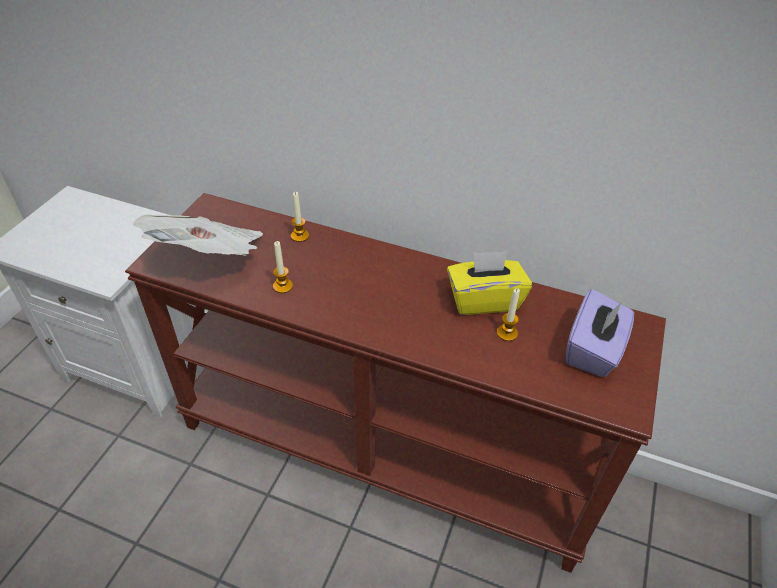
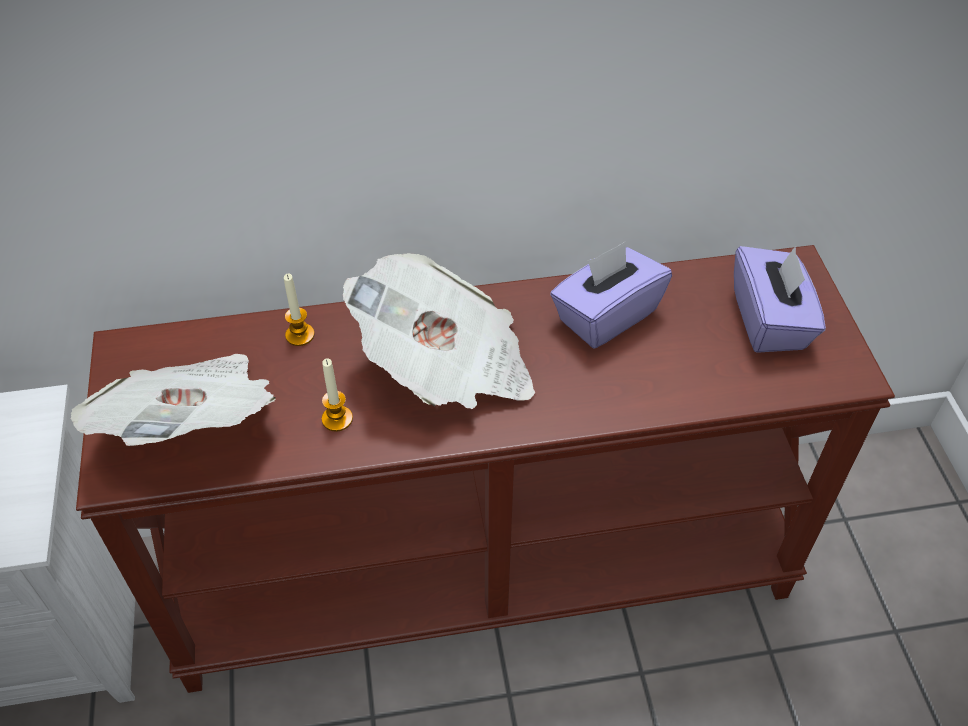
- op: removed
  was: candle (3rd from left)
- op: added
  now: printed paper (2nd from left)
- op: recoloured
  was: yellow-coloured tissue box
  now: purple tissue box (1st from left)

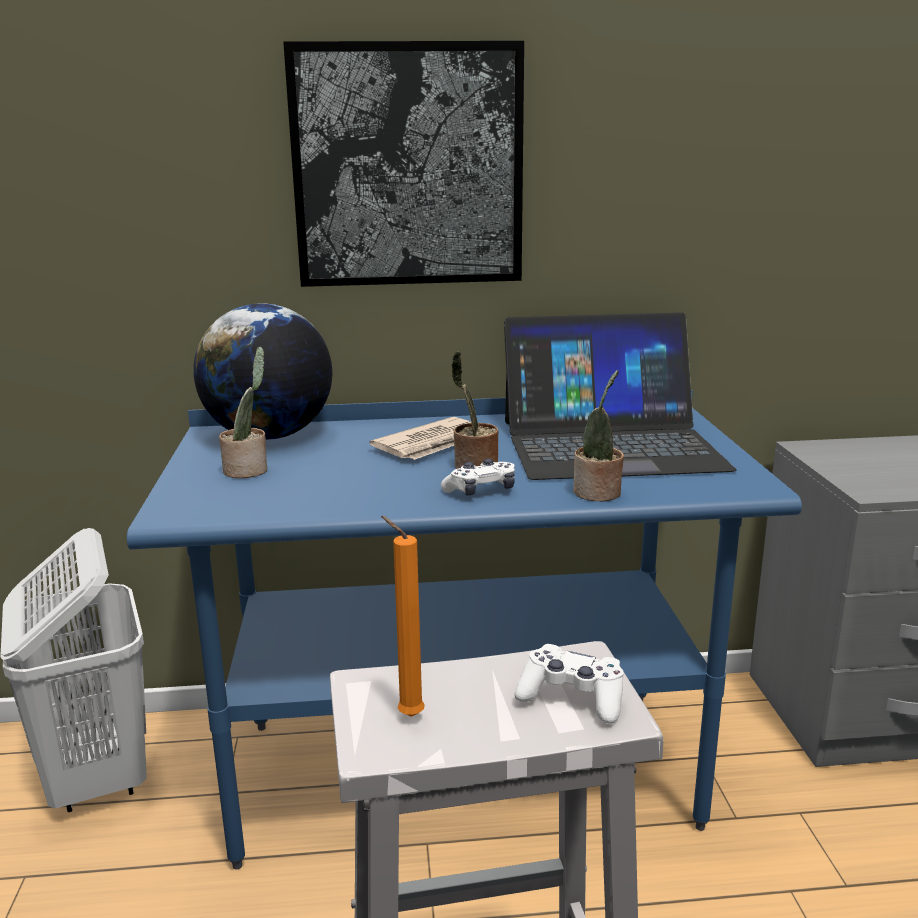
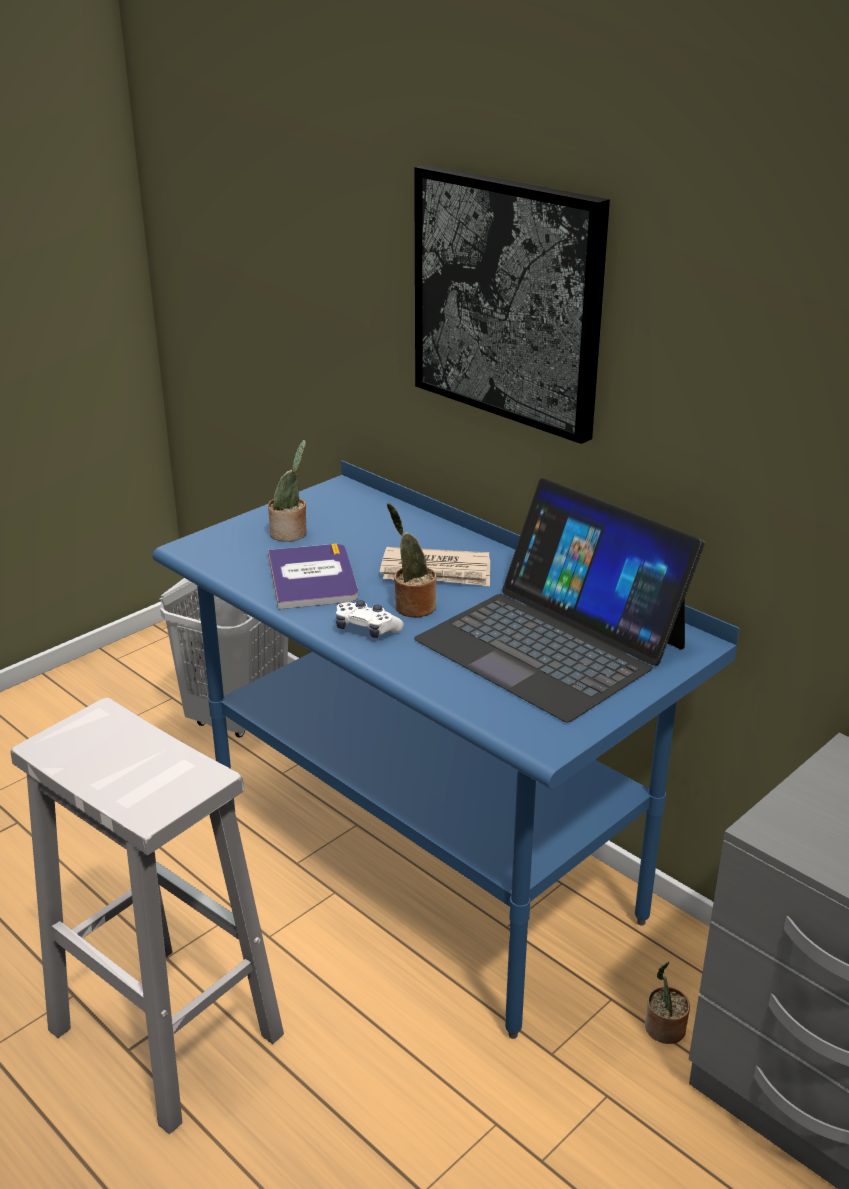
- op: removed
  was: desk globe
- op: removed
  was: orangey candle
- op: removed
  was: white-coloured gamepad (2nd from left)
- op: added
  now: book
- op: moved
  was: houseplant (3rd from left)

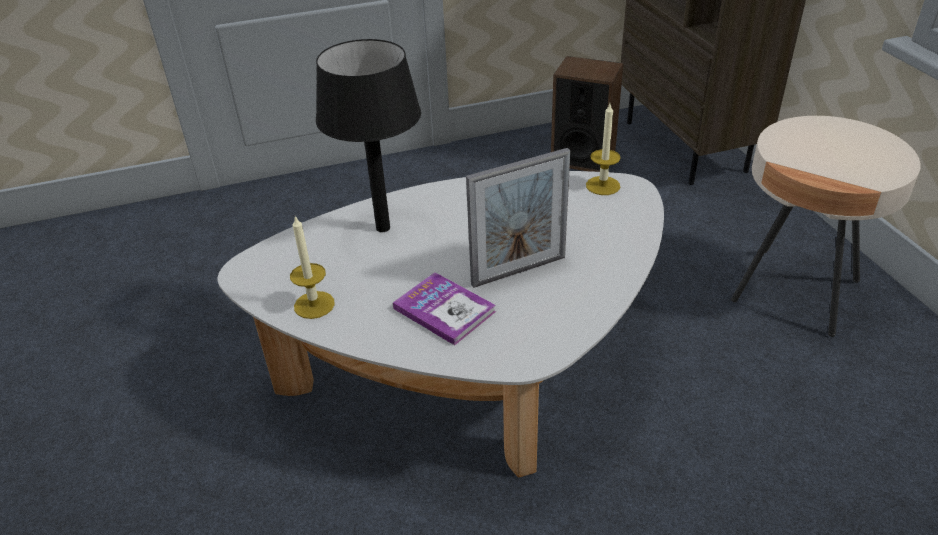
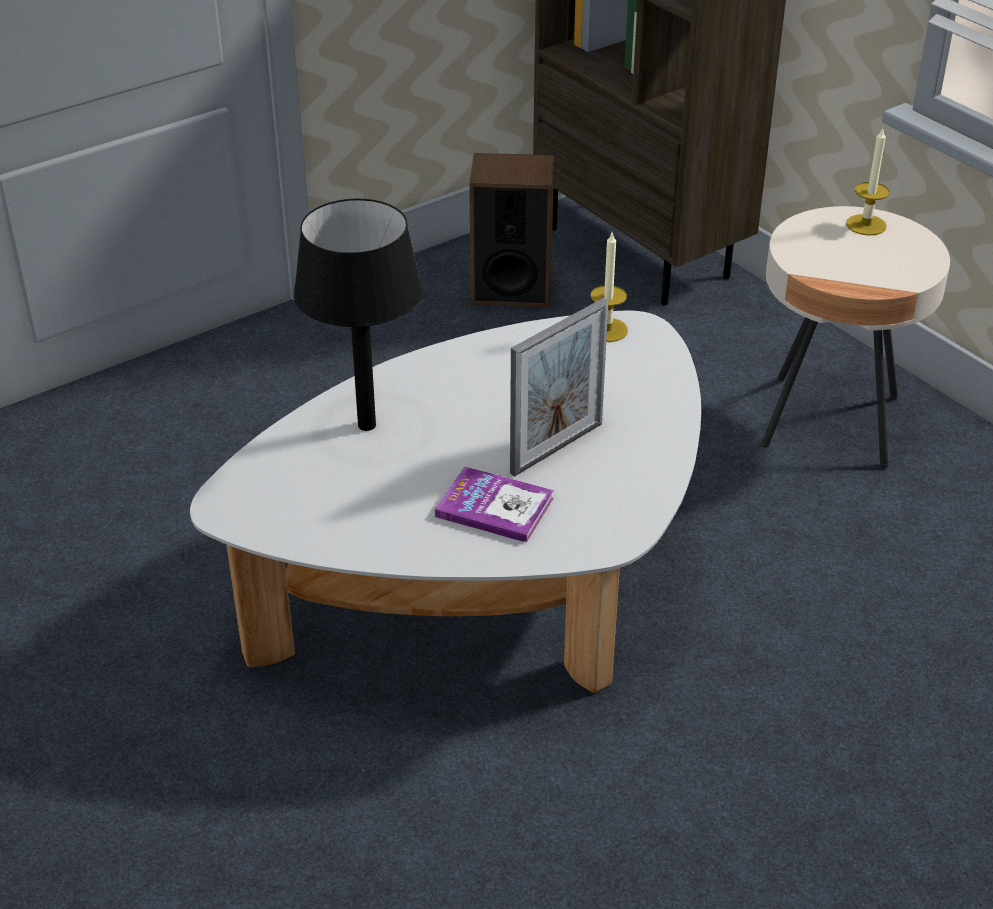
- op: moved
  was: candle (1st from left in the first image)
  now: candle (2nd from left)

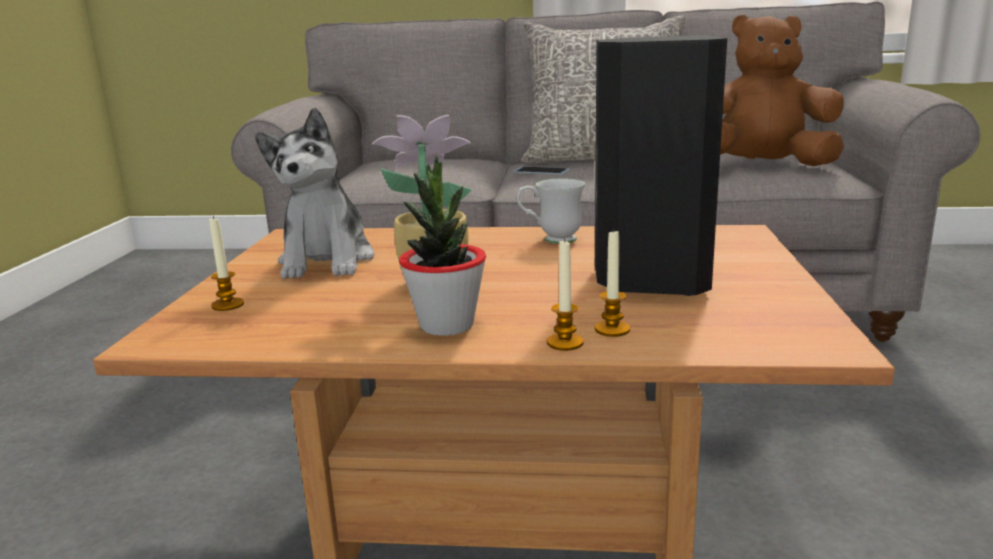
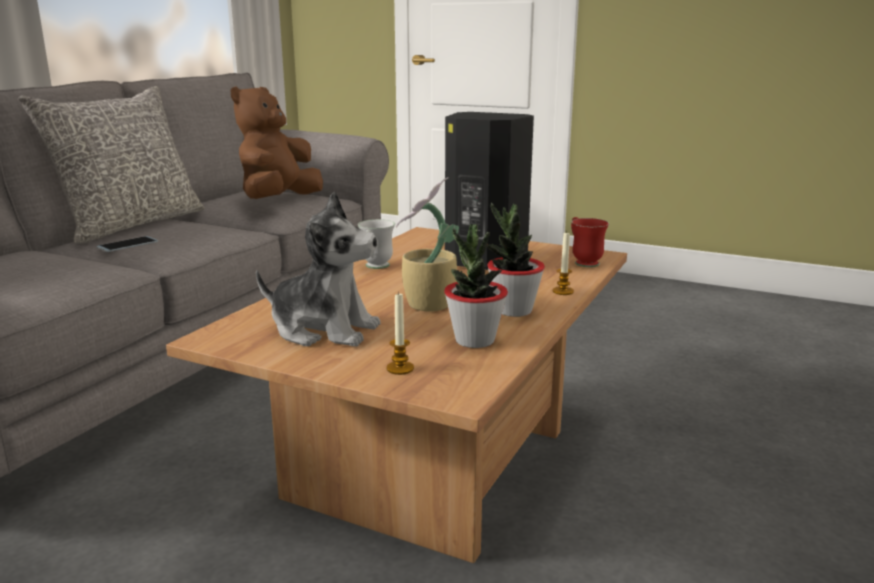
- op: removed
  was: candle (3rd from left)
- op: added
  now: houseplant (2nd from left)
- op: added
  now: red coffee mug

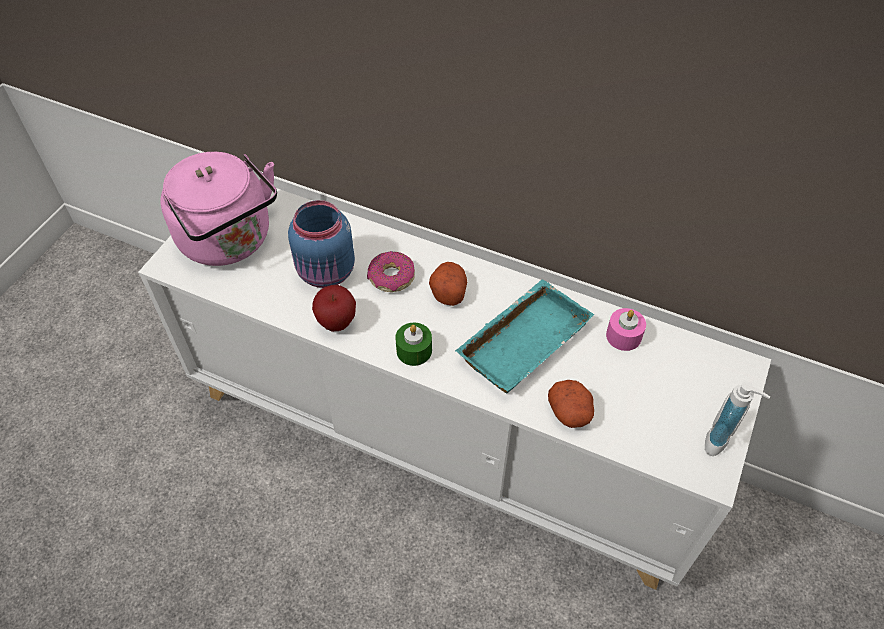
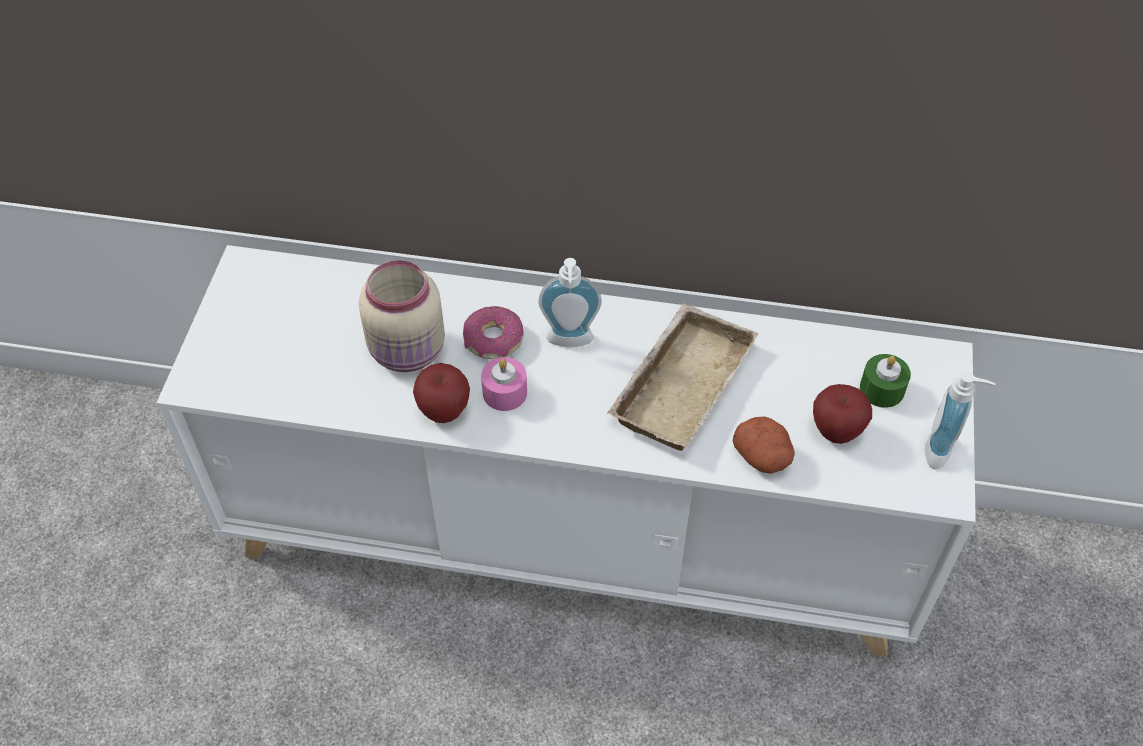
- op: removed
  was: pinkish water kettle
- op: added
  now: apple fruit (2nd from left)
- op: moved
  was: green-coloured candle
- op: moved
  was: pinkish candle
- op: replaced
  was: spud (1st from left)
  now: soap bottle (1st from left)
- op: recoloured
  was: blue-coloured jar
  now: beige-coloured jar
- op: recoloured
  was: blue-green serving tray
  now: beige-coloured serving tray

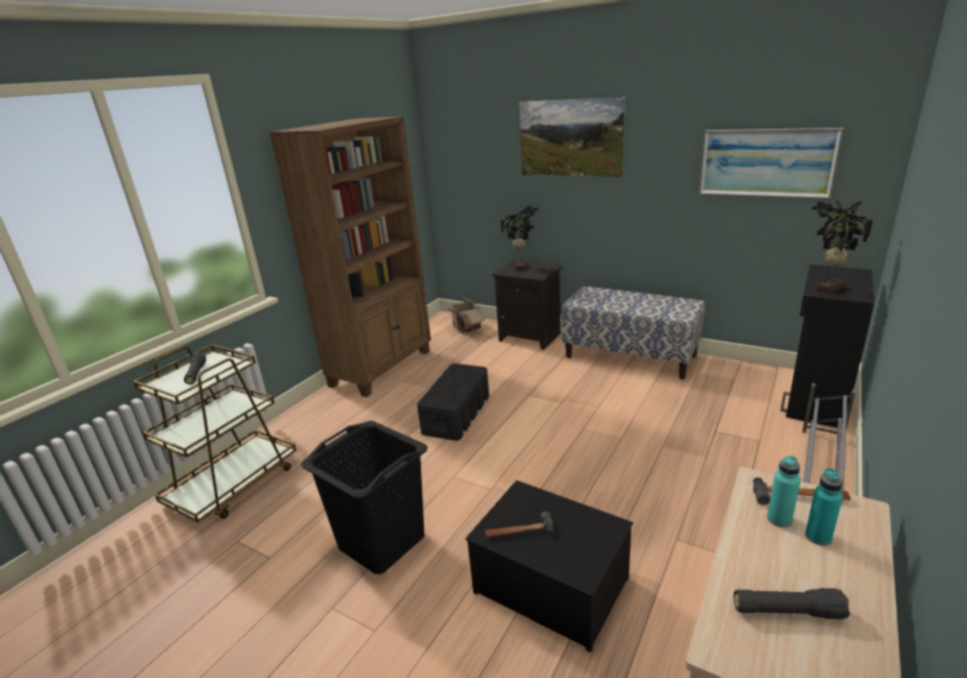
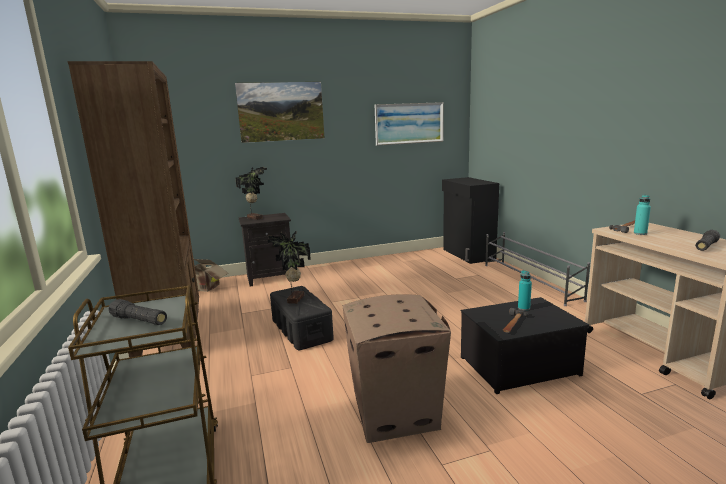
- op: removed
  was: indoor bench
- op: moved
  was: blue-green bottle (2nd from left in the first image)
  now: blue-green bottle (1st from left)
- op: moved
  was: houseplant (2nd from left)
- op: replaced
  was: blackish laundry basket
  now: cardboard box (2nd from left)

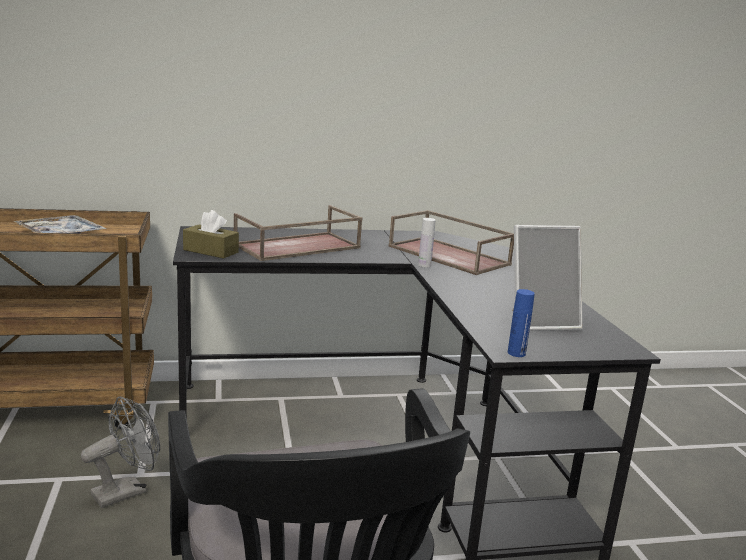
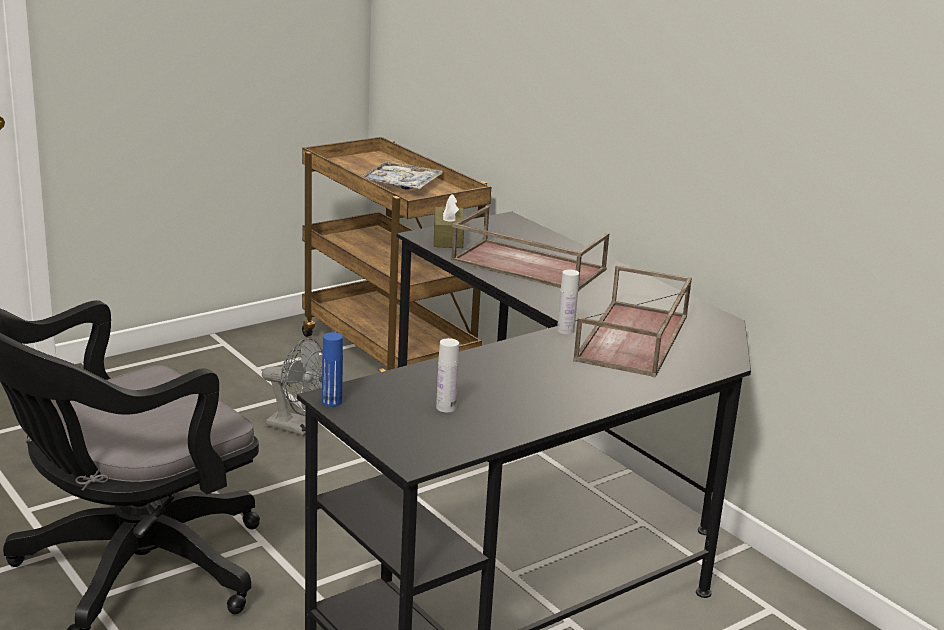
- op: replaced
  was: picture frame
  now: white-coloured bottle (1st from left)

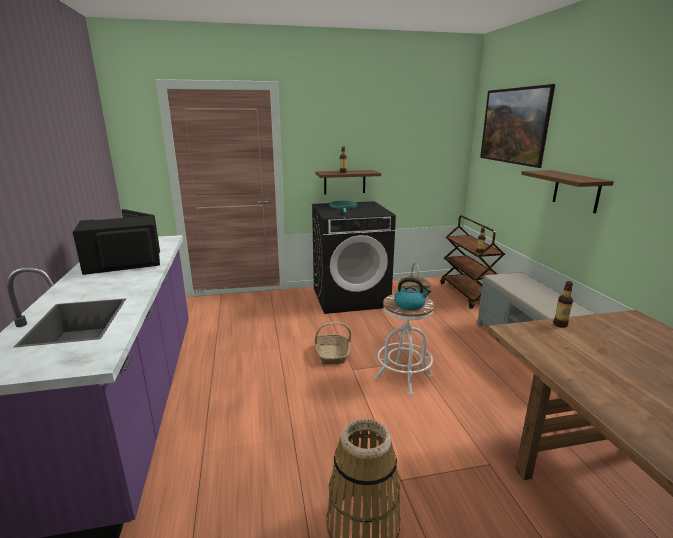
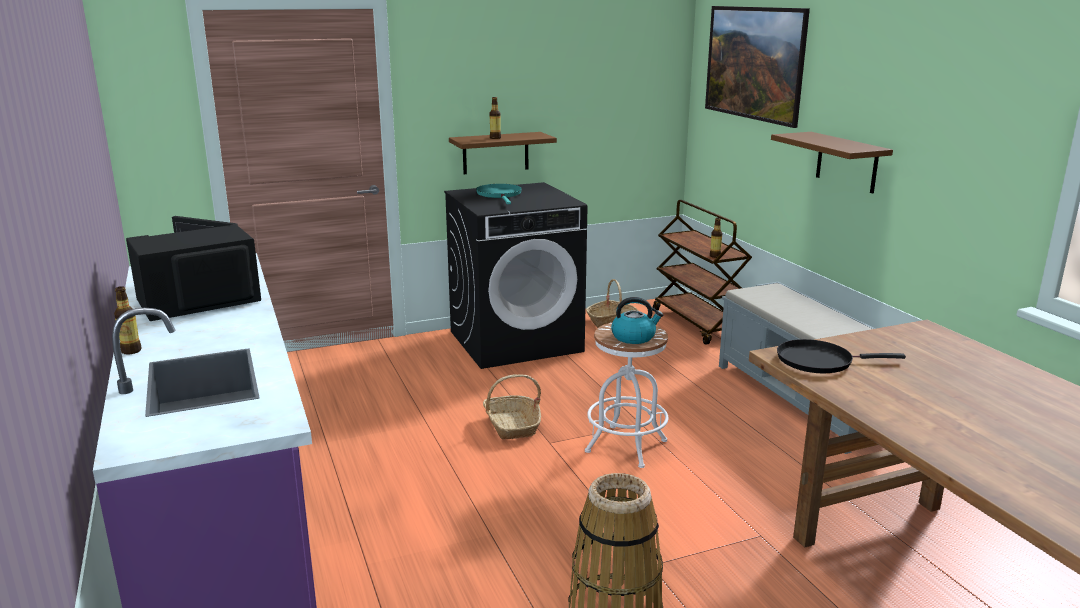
- op: added
  now: blackish pan
- op: moved
  was: bottle (3rd from left in the first image)
  now: bottle (1st from left)

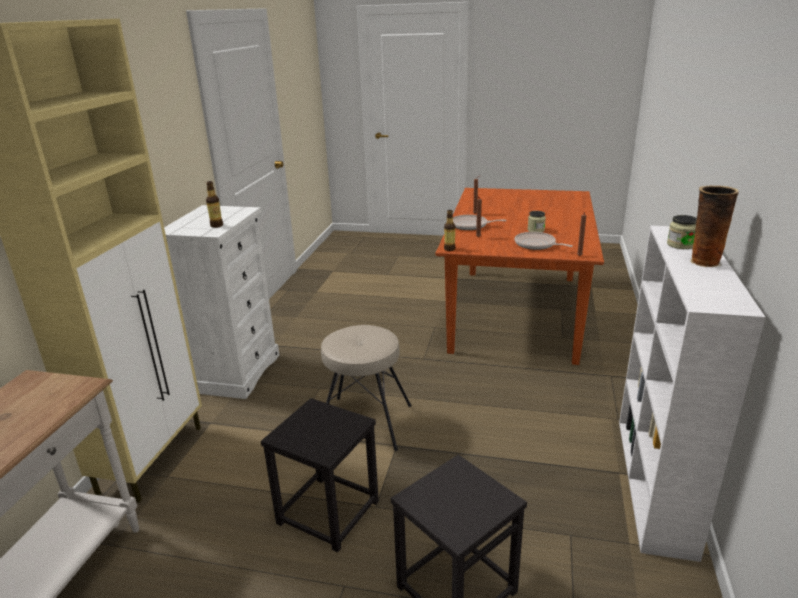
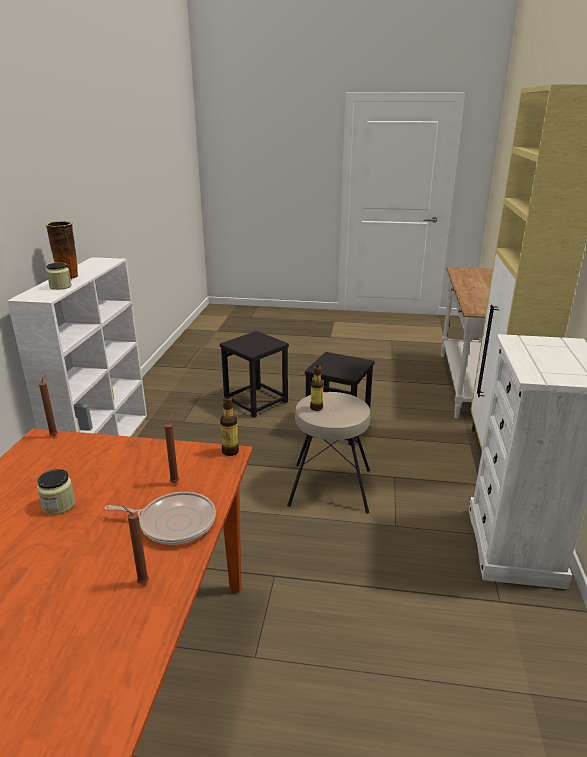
- op: removed
  was: pan (2nd from left)
- op: moved
  was: bottle (1st from left in the first image)
  now: bottle (2nd from left)

